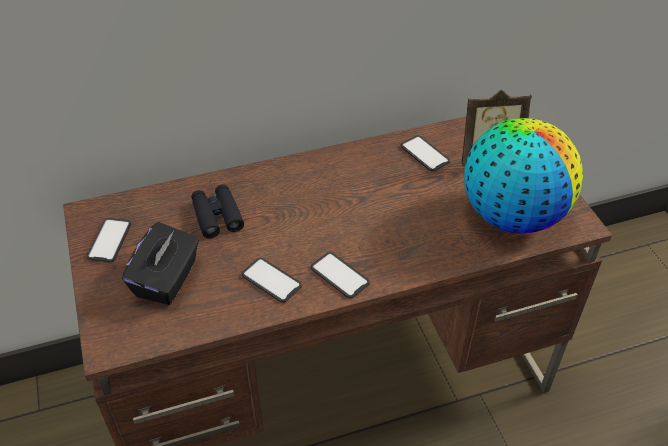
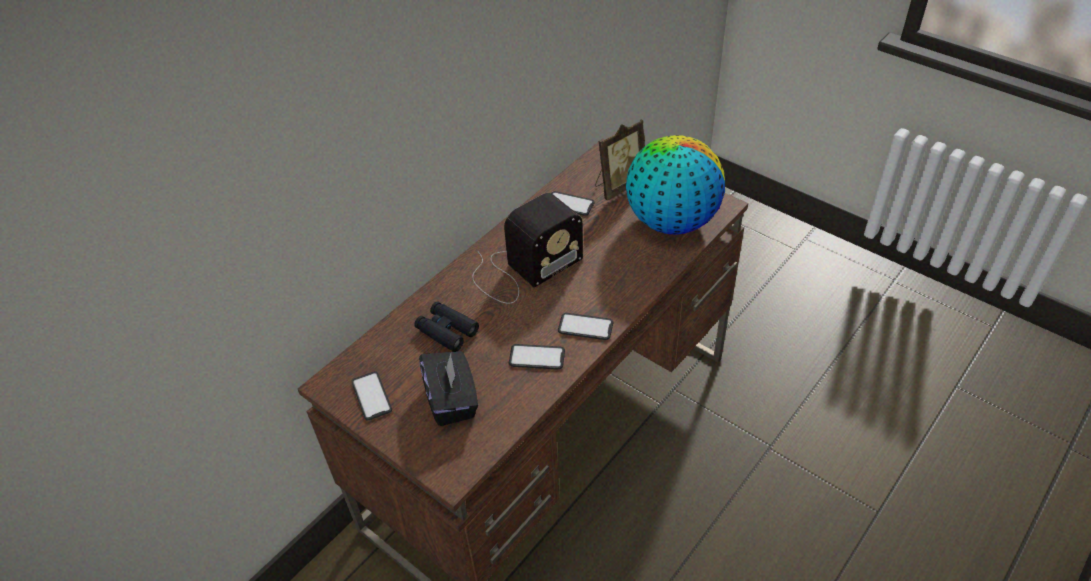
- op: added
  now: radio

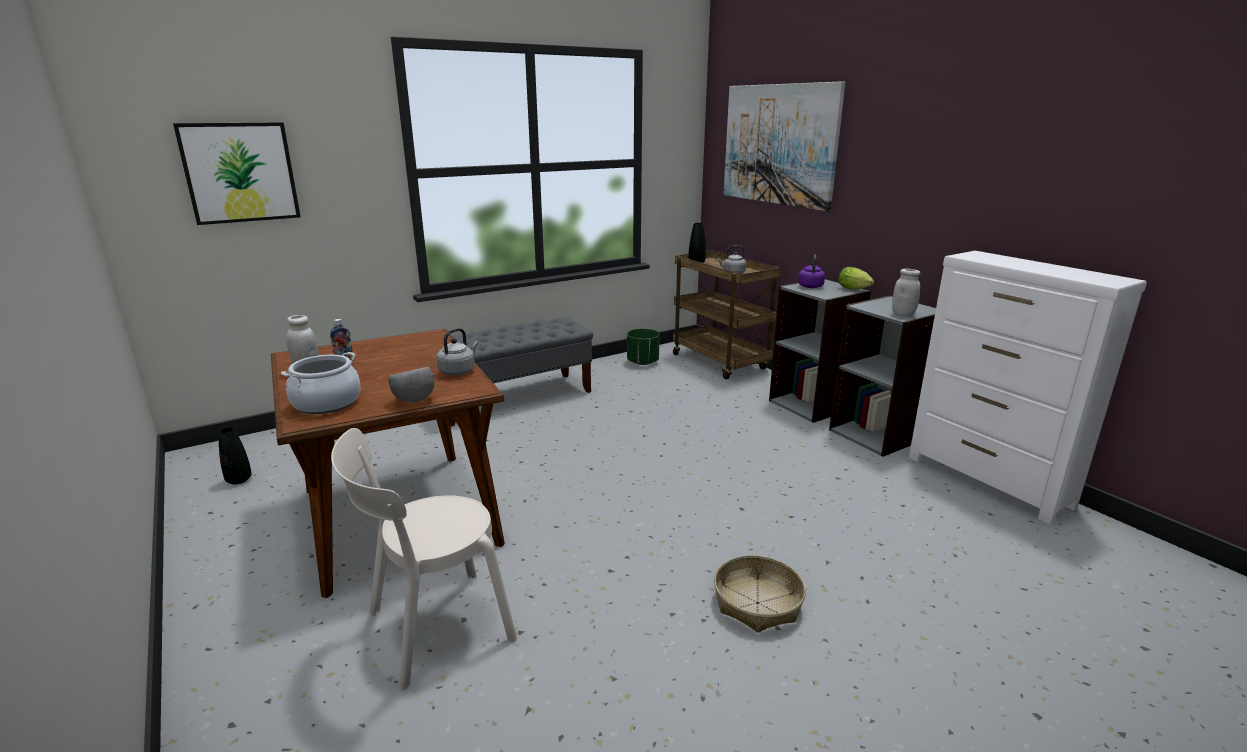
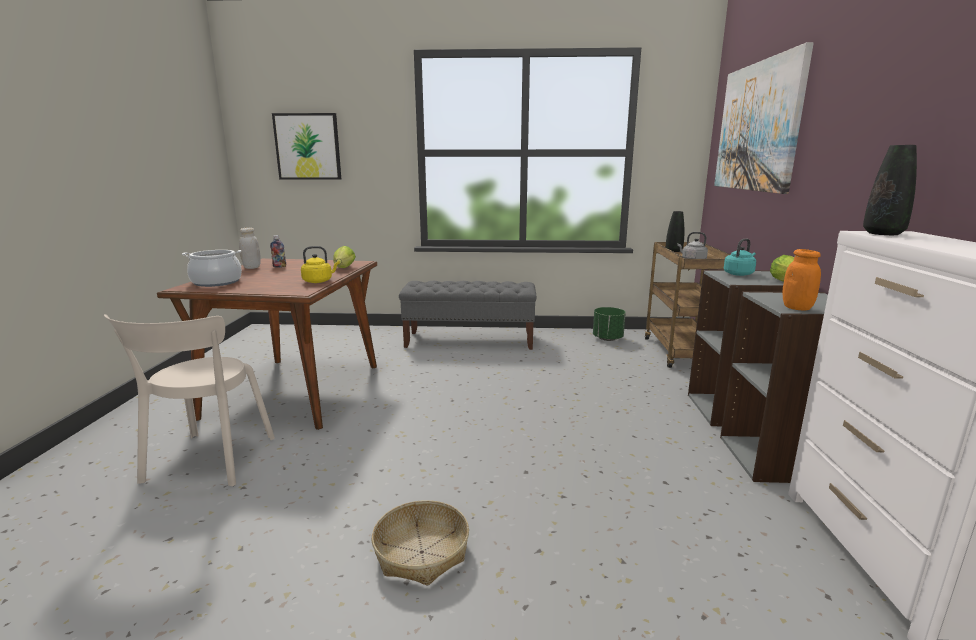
- op: removed
  was: gray deep dish
- op: added
  now: lettuce (1st from left)
- op: moved
  was: blackish decorative vase (1st from left in the first image)
  now: blackish decorative vase (2nd from left)
- op: recoloured
  was: gray water kettle (1st from left)
  now: yellow-coloured water kettle
- op: recoloured
  was: purple water kettle
  now: blue-green water kettle
- op: recoloured
  was: white-coloured jar (2nd from left)
  now: orangey jar
- op: turned
  was: beige-coloured upright chair
  clockwise: -90

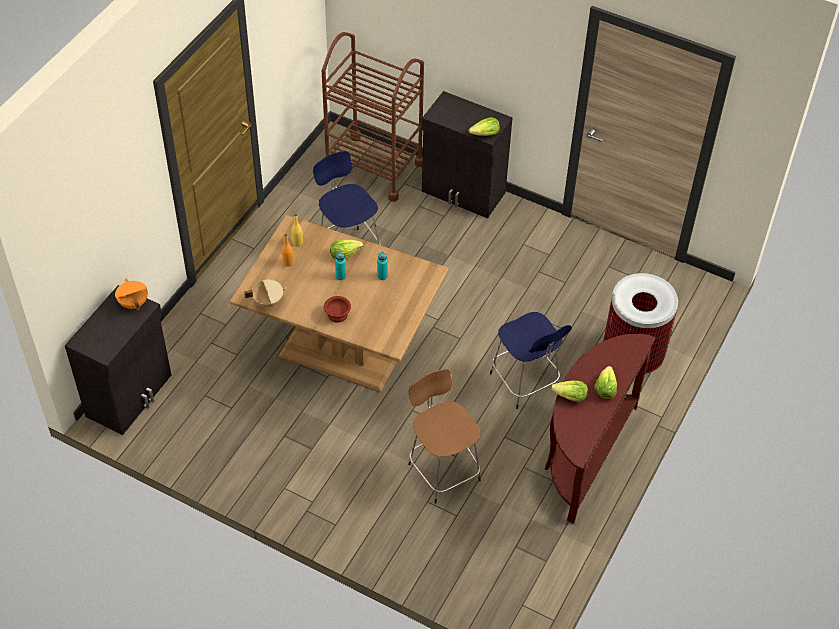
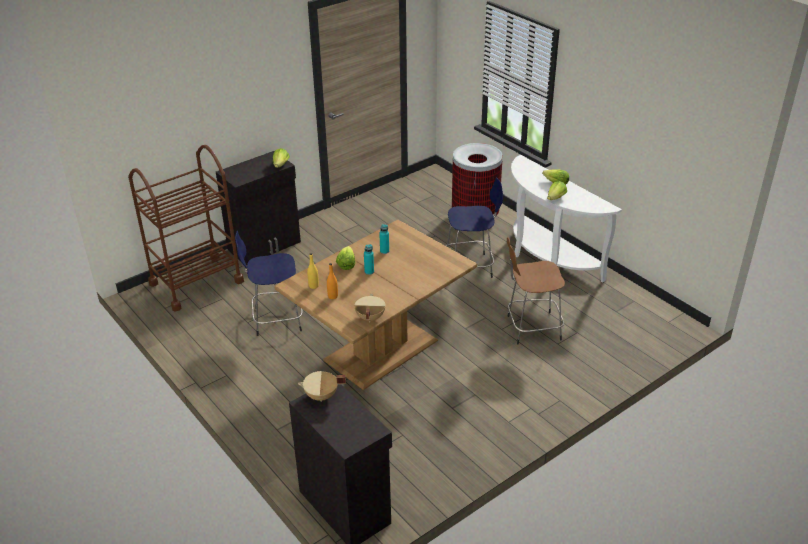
- op: removed
  was: brown deep dish
- op: recoloured
  was: orangey stockpot
  now: beige-coloured stockpot (1st from left)
- op: recoloured
  was: brown hall table
  now: white-coloured hall table

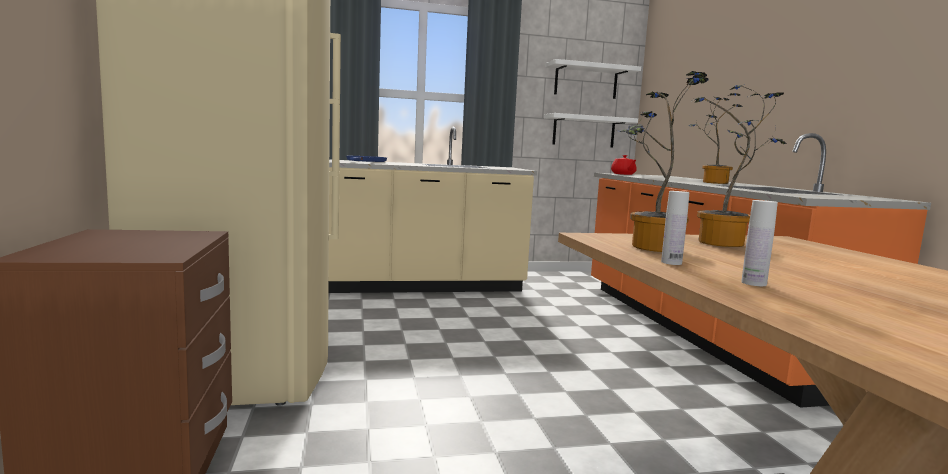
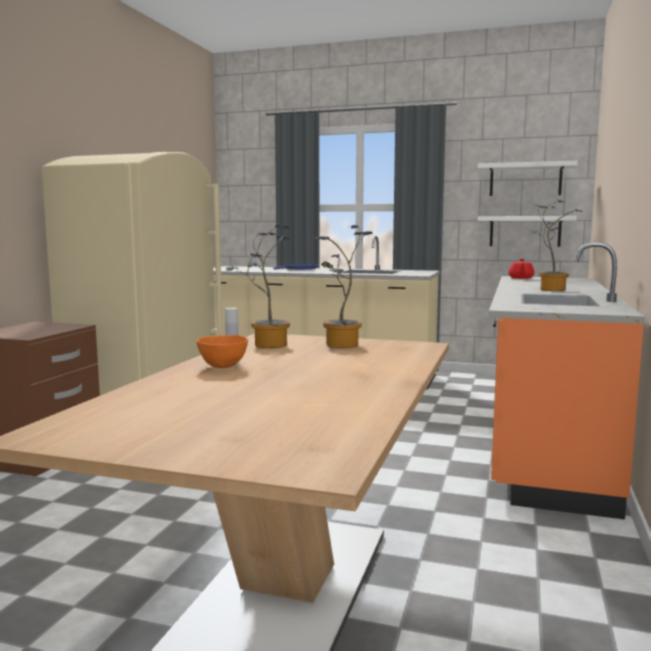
- op: replaced
  was: white-coloured bottle (2nd from left)
  now: orangey deep dish

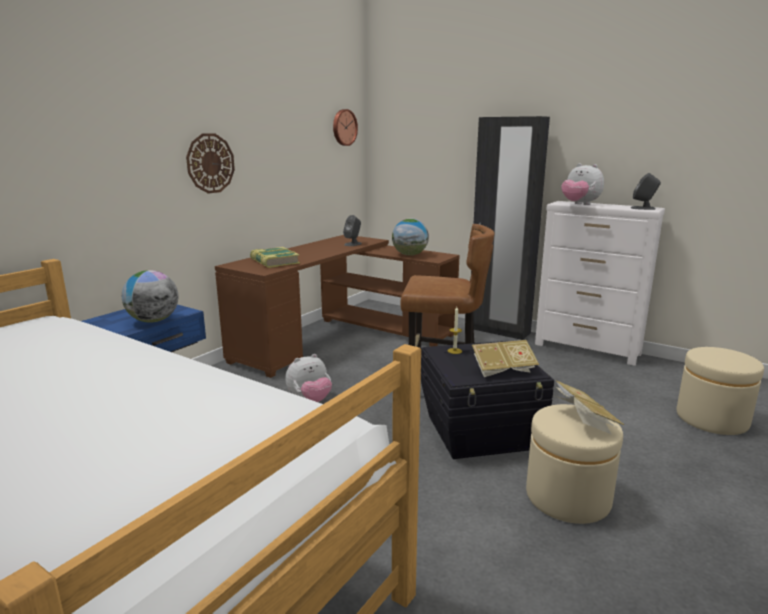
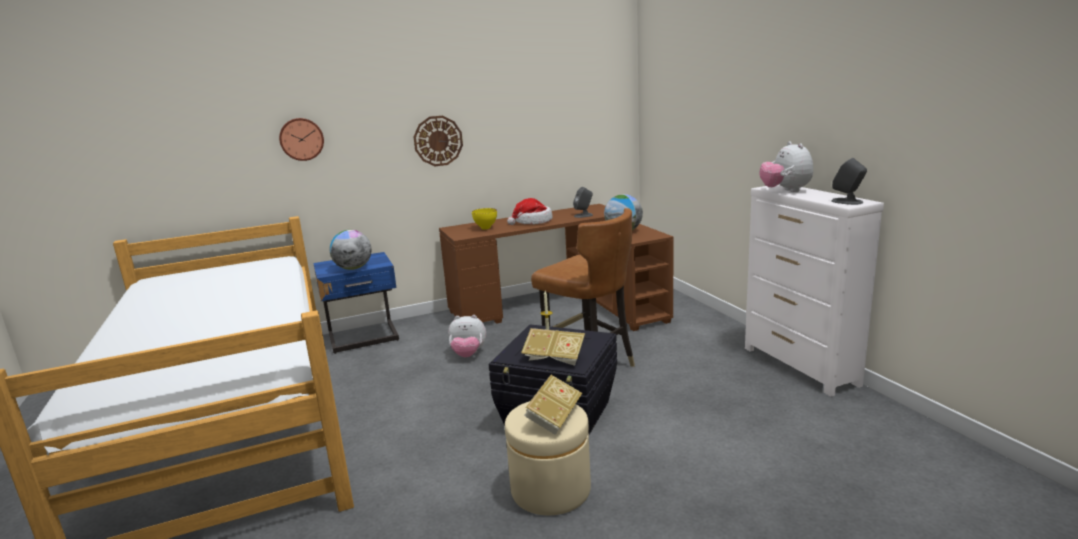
- op: removed
  was: blackish armoire
- op: removed
  was: beige-coloured pouffe (2nd from left)
- op: added
  now: wearable hat
- op: moved
  was: wall clock (2nd from left in the first image)
  now: wall clock (1st from left)
- op: replaced
  was: book (1st from left)
  now: yellow-coloured deep dish

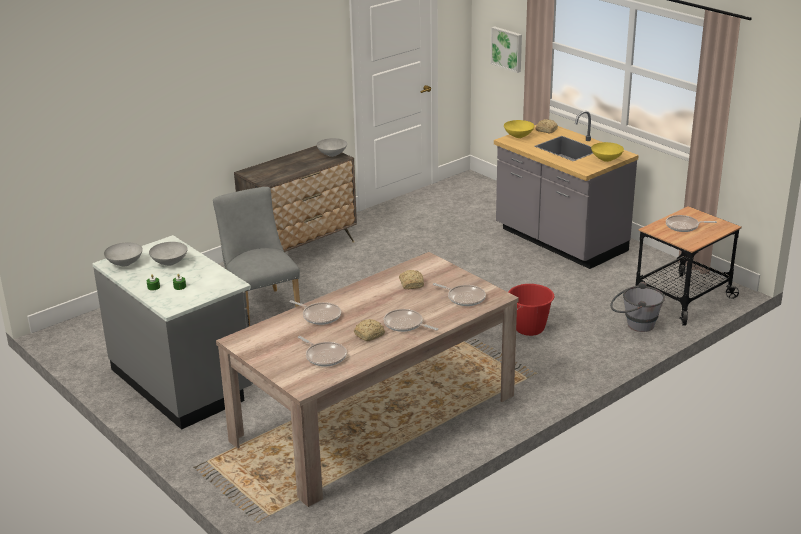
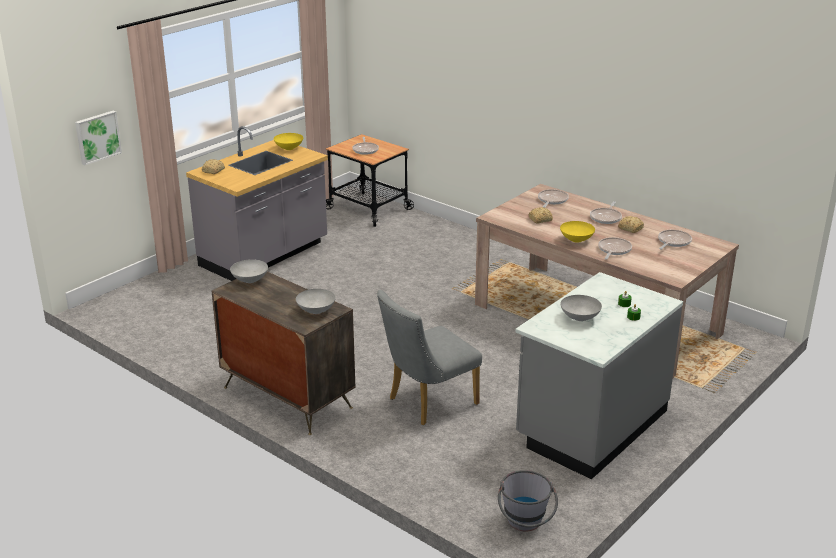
- op: removed
  was: red water bucket
- op: moved
  was: gray deep dish (1st from left in the first image)
  now: gray deep dish (2nd from left)
- op: moved
  was: yellow-coloured deep dish (1st from left in the first image)
  now: yellow-coloured deep dish (2nd from left)
- op: moved
  was: gray water bucket

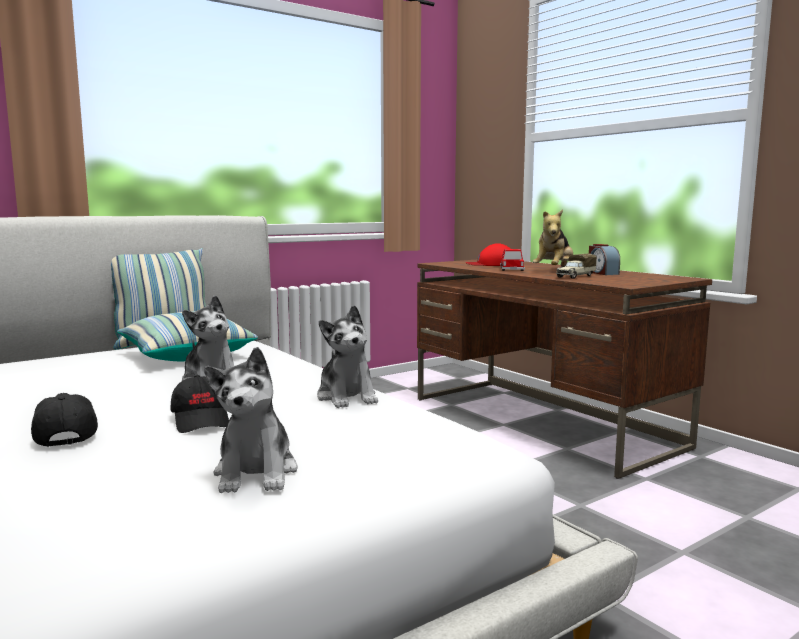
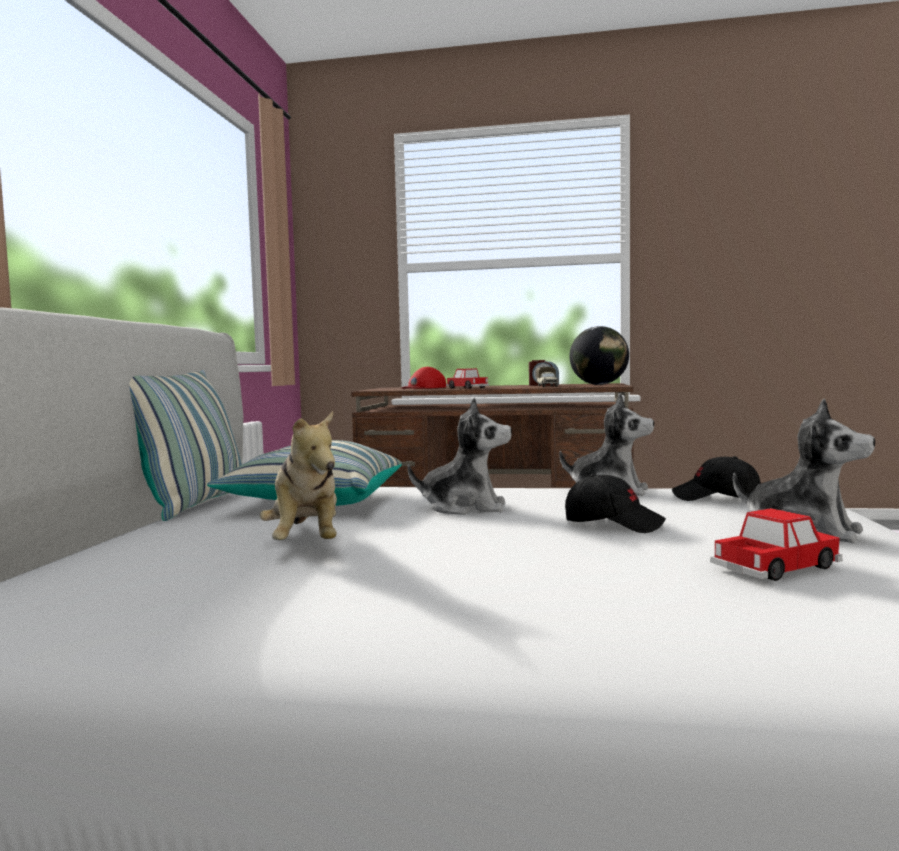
- op: added
  now: desk globe
- op: added
  now: model car (2nd from left)
- op: moved
  was: blackish cap (1st from left in the first image)
  now: blackish cap (2nd from left)
- op: moved
  was: soft toy (4th from left in the first image)
  now: soft toy (1st from left)

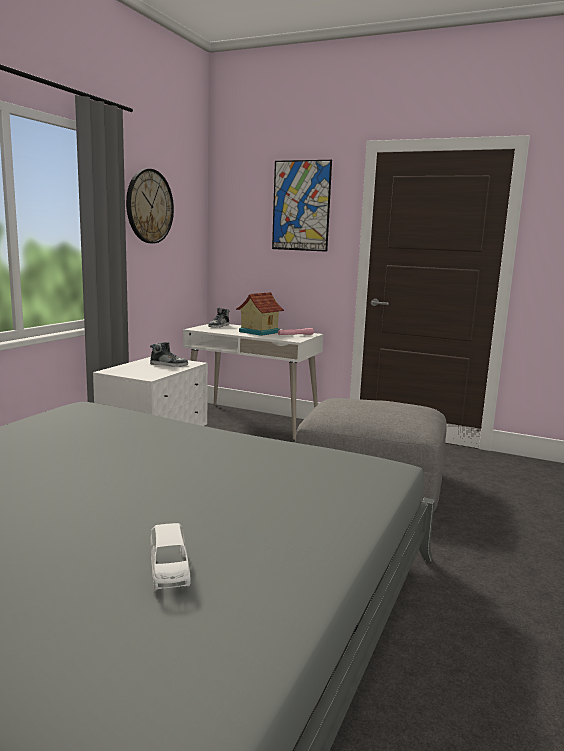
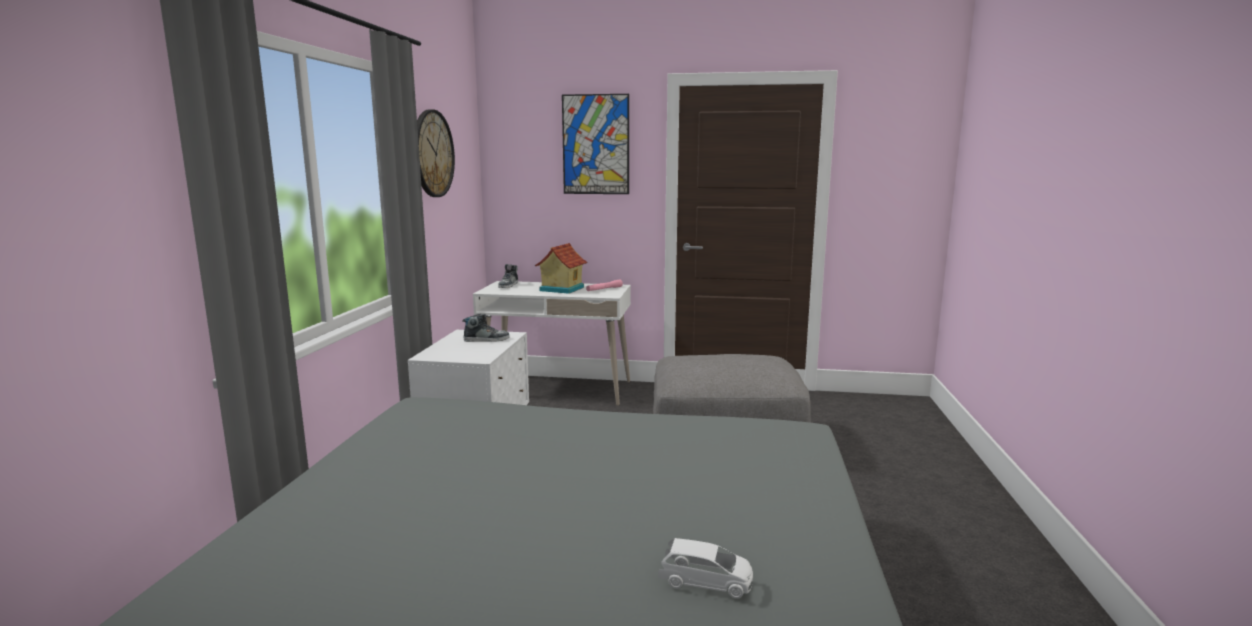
- op: turned
  was: white-coloured model car
  clockwise: -45

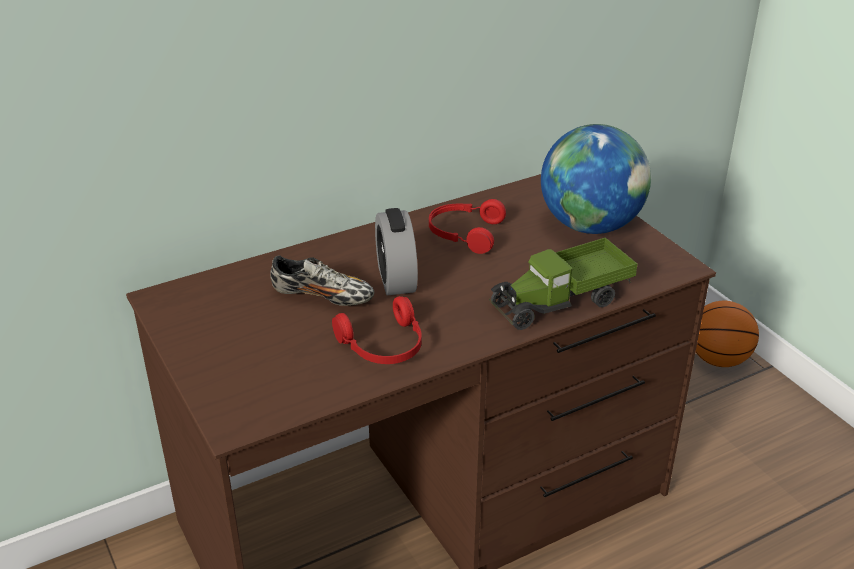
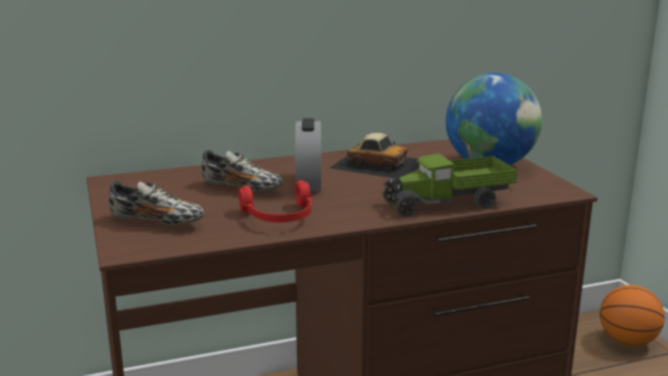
- op: added
  now: low shoe (1st from left)
- op: replaced
  was: red pair of headphones (2nd from left)
  now: model car

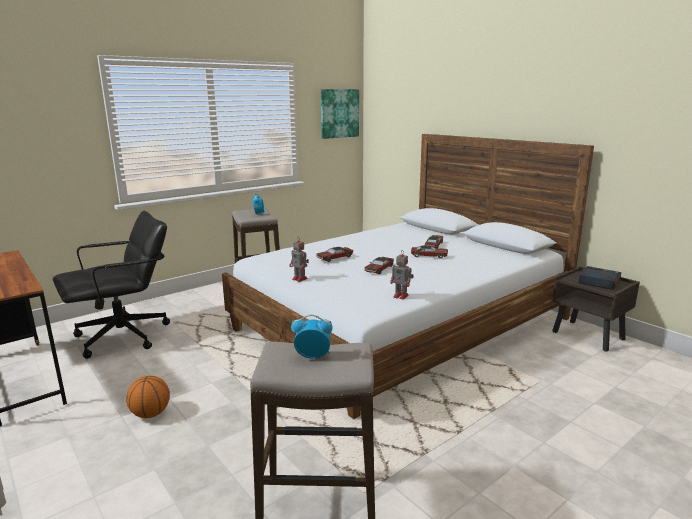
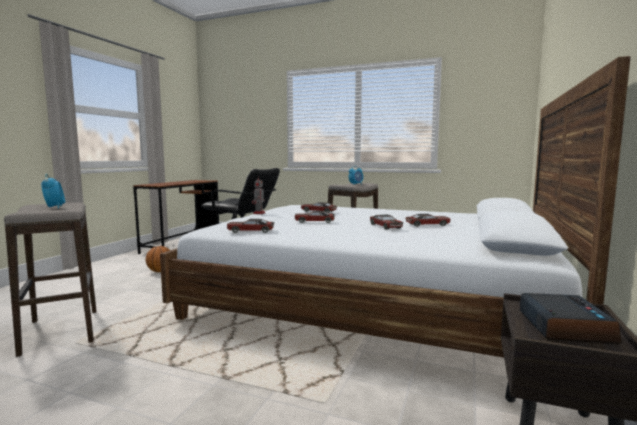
- op: removed
  was: wall art
- op: replaced
  was: toy robot (2nd from left)
  now: model car (1st from left)

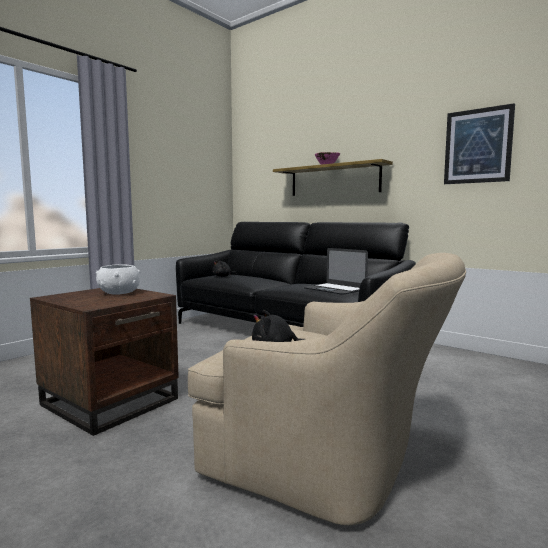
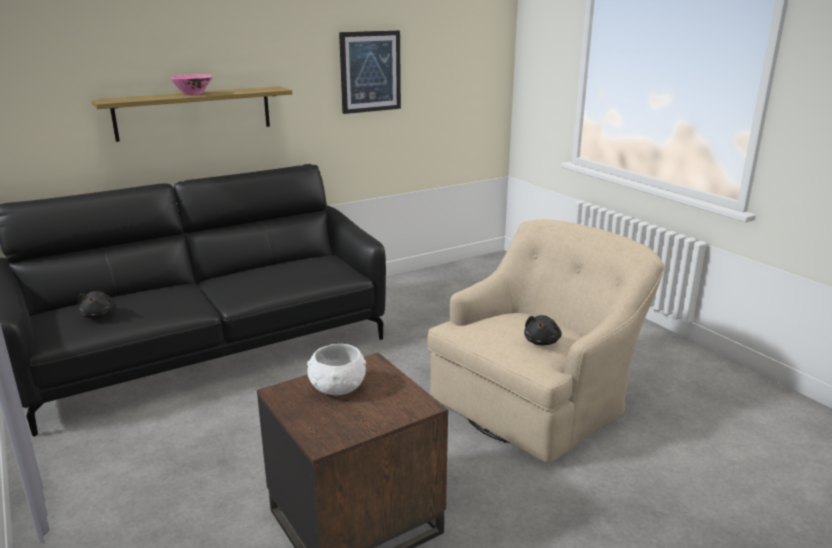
- op: removed
  was: laptop

